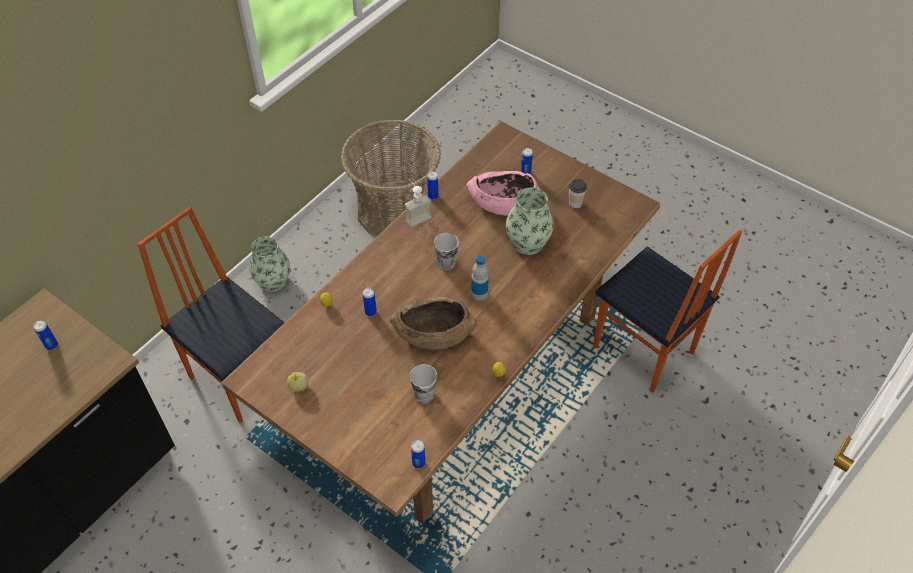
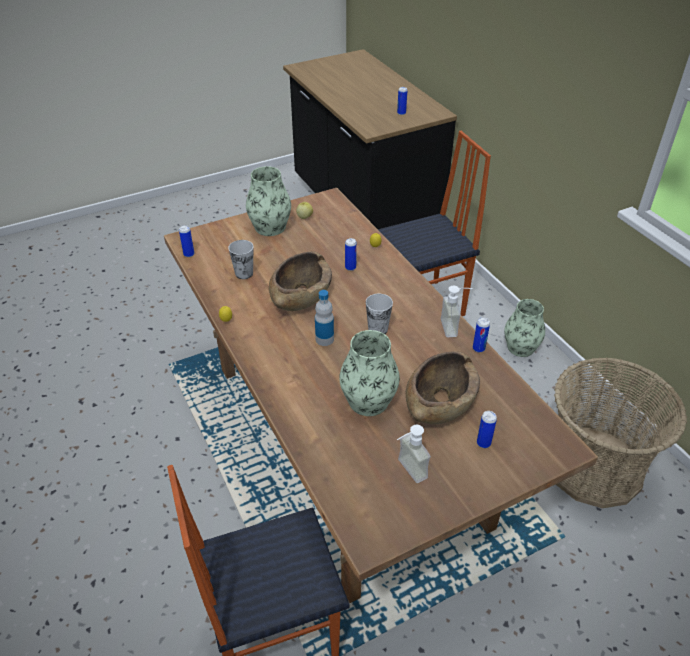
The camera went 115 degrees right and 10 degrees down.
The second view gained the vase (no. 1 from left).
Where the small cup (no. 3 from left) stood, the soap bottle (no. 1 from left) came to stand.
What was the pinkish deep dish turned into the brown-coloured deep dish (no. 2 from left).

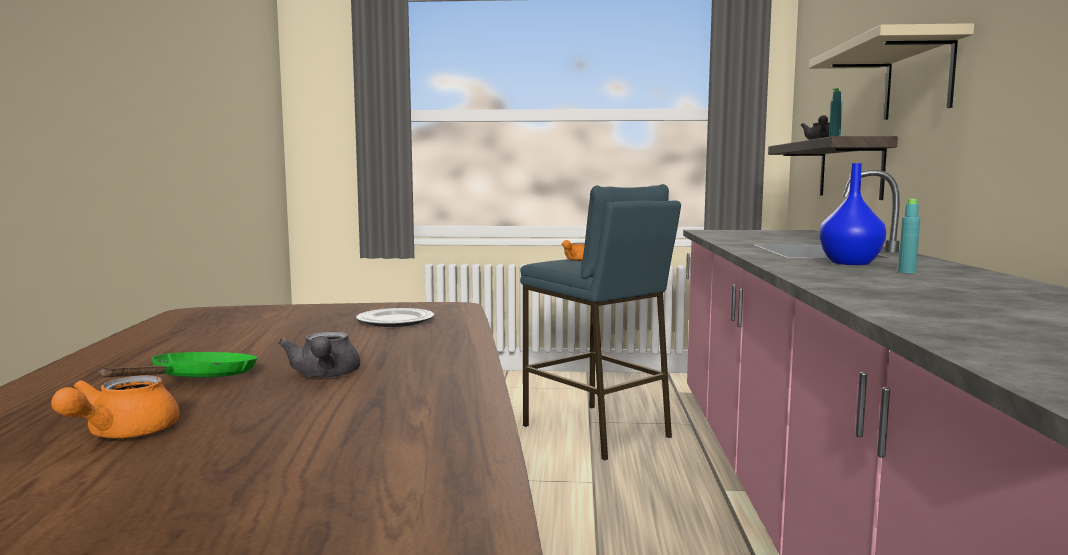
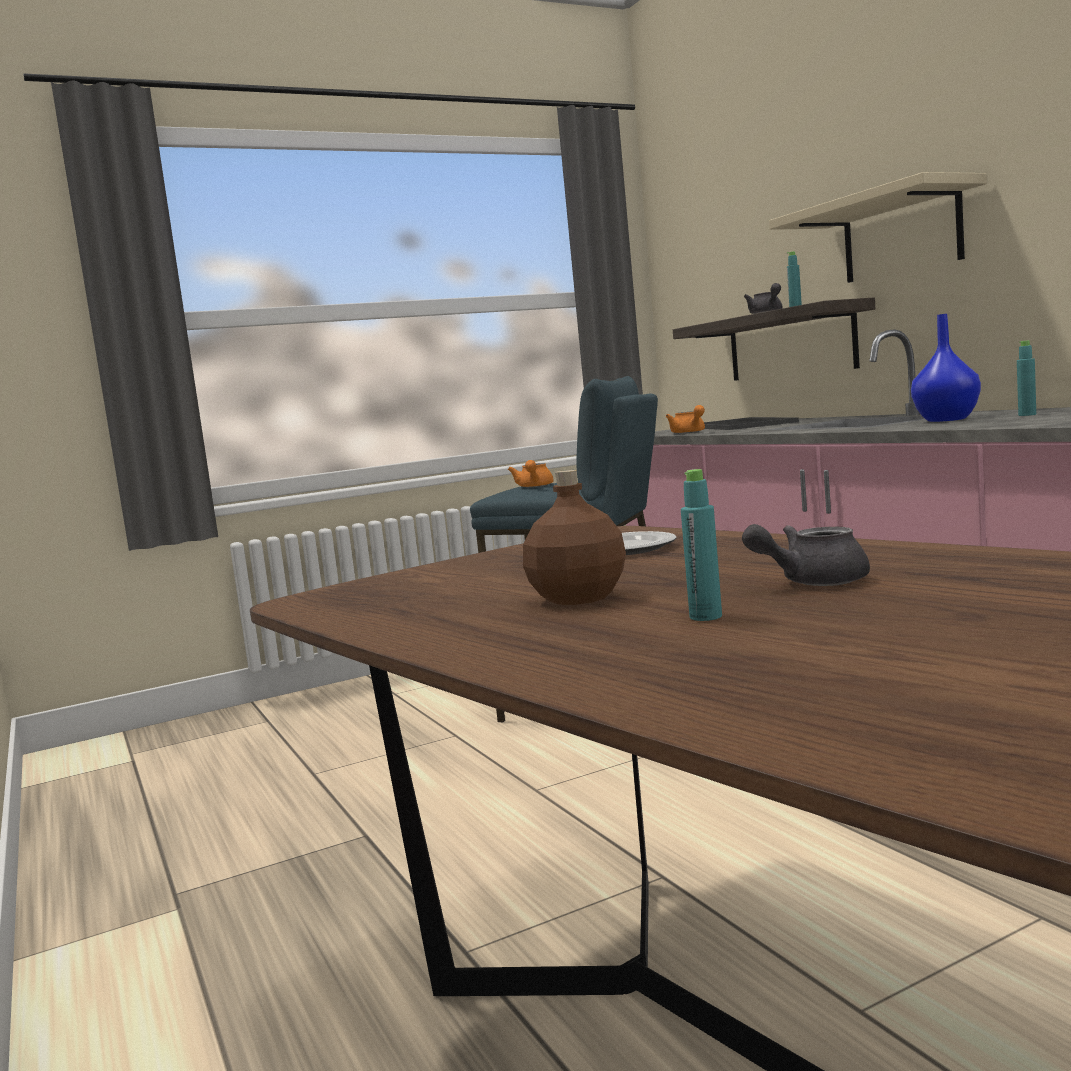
The camera went 30 degrees left and 0 degrees up.
The second view gained the brown-coloured beverage bottle.
The second view gained the carrying tray.
The orange tea pot (no. 1 from left in the first image) ended up elsewhere.
Where the green-coloured frying pan stood, the turquoise beverage bottle (no. 1 from left) came to stand.
The grey tea pot (no. 1 from left in the first image) ended up facing another way, 120 degrees clockwise from before.

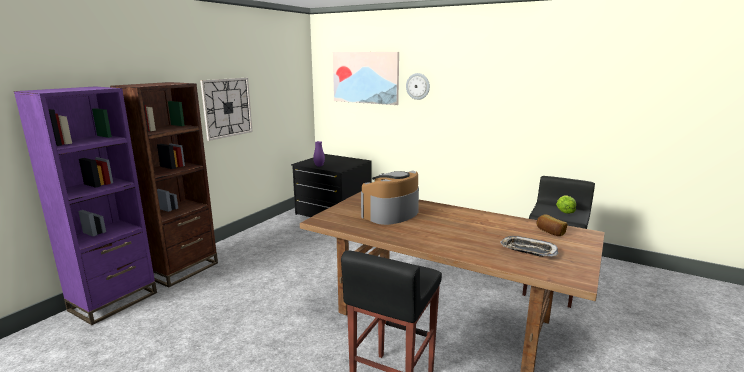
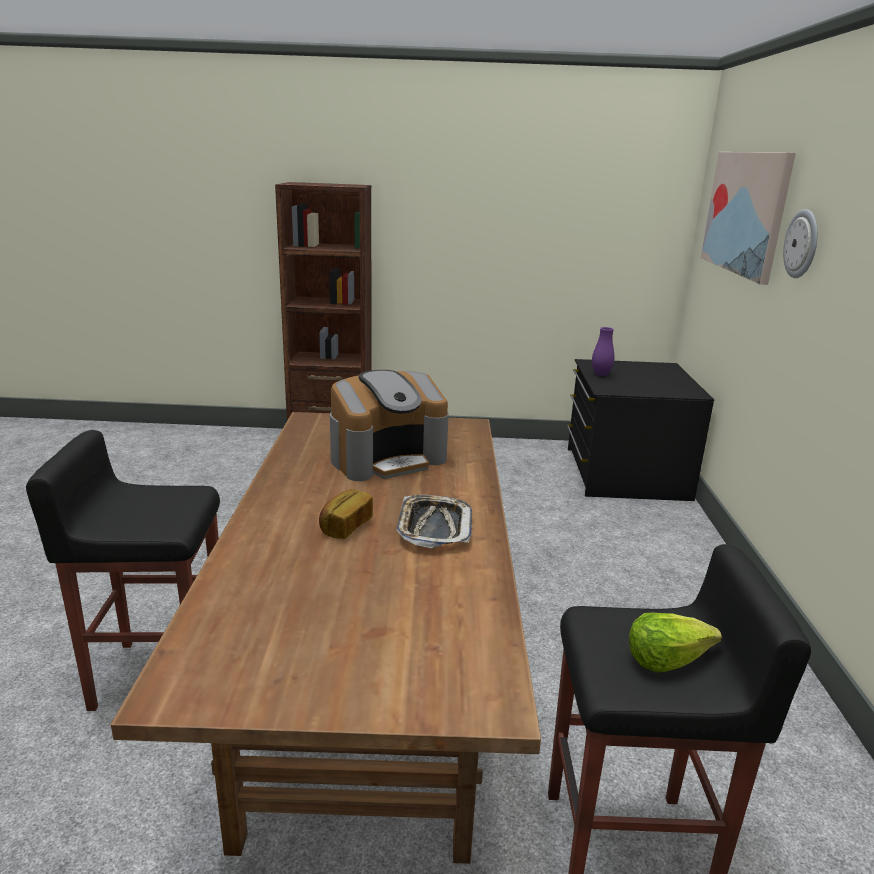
The camera went 60 degrees right and 5 degrees up.
The second view lost the purple-coloured bookshelf.
The second view lost the wall clock (no. 1 from left).
The carrying tray ended up elsewhere.
The bakery bread ended up elsewhere.
The coffee brewer ended up facing another way, 135 degrees clockwise from before.

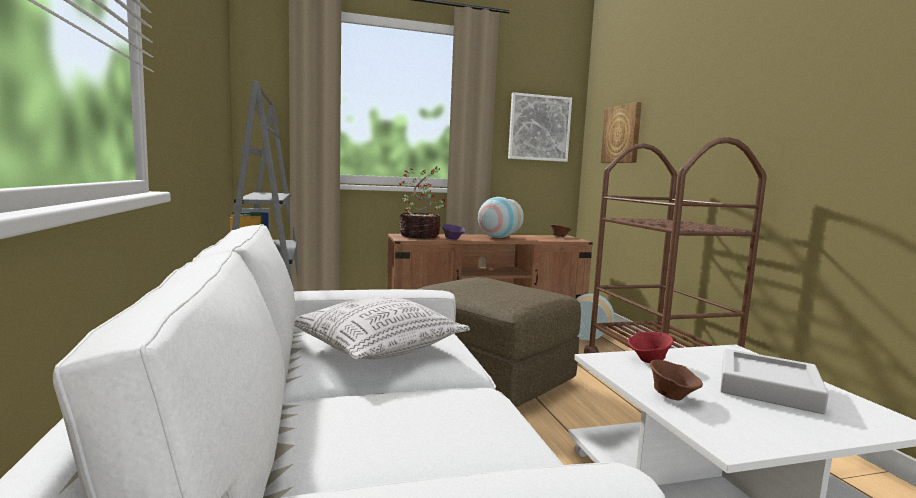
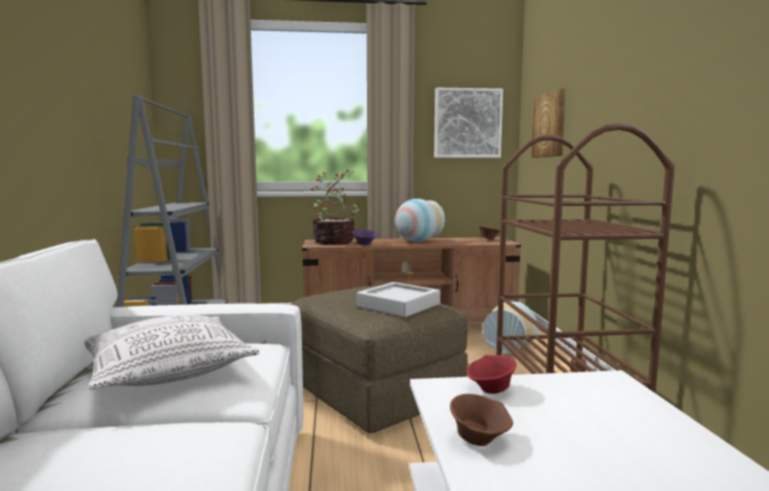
The camera went 10 degrees right and 0 degrees up.
The grey carrying tray ended up elsewhere.

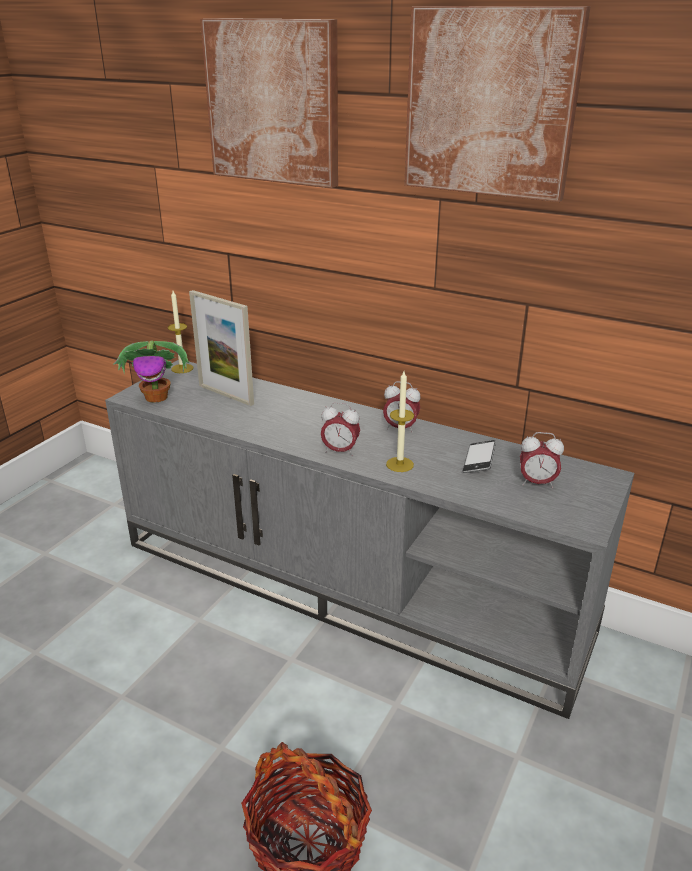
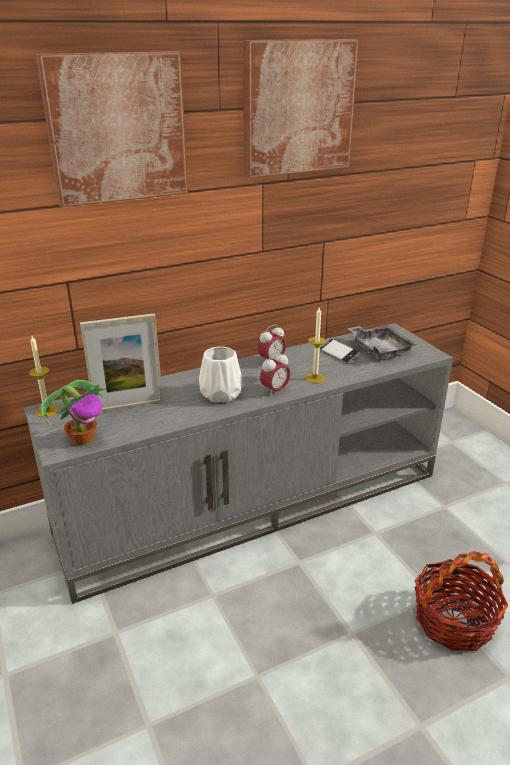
The camera went 55 degrees left and 0 degrees up.
The second view gained the whitish vase.
Where the table clock (no. 3 from left) stood, the grey carrying tray came to stand.

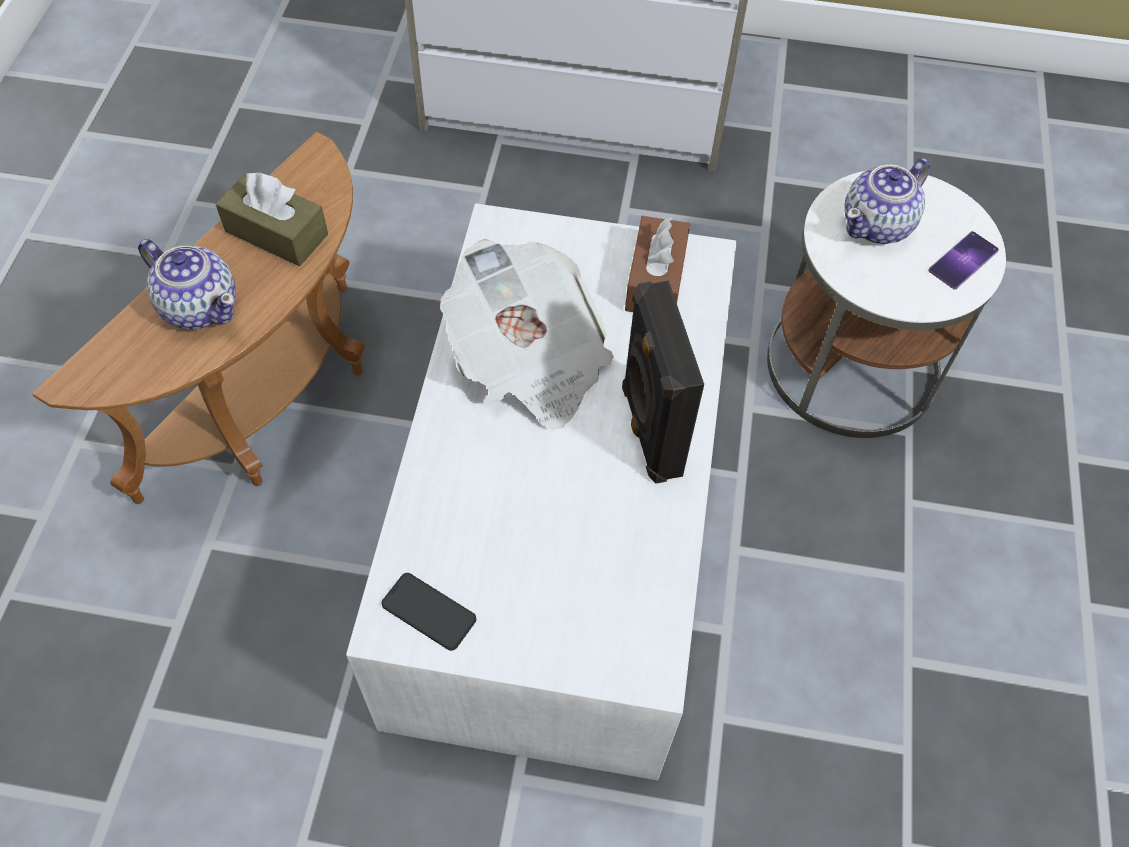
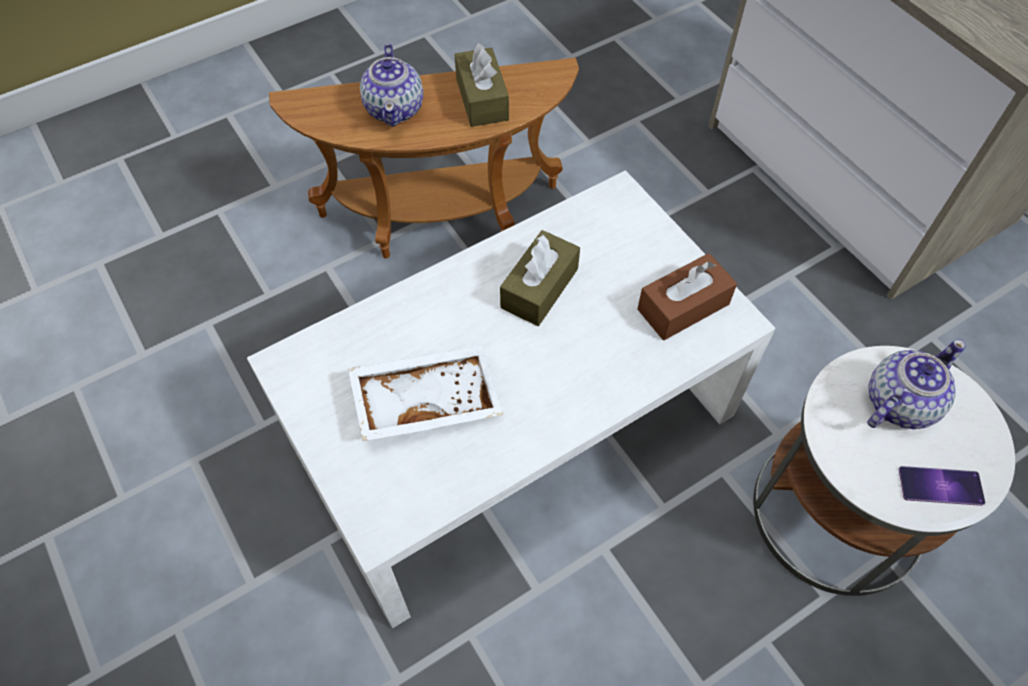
The camera went 50 degrees right and 0 degrees up.
The second view lost the telephone (no. 1 from left).
The second view lost the black loudspeaker.
The second view gained the whitish carrying tray.
Where the daily paper stood, the brown-coloured tissue holder (no. 2 from left) came to stand.
The tea pot (no. 2 from left) ended up facing another way, 135 degrees clockwise from before.

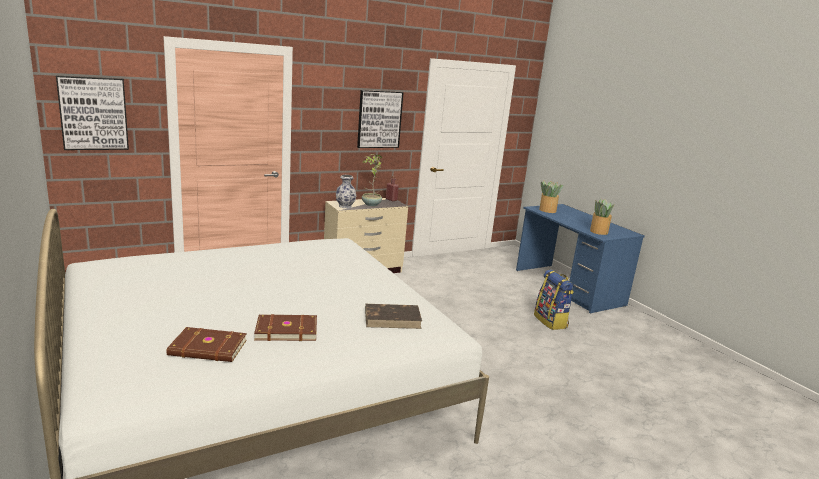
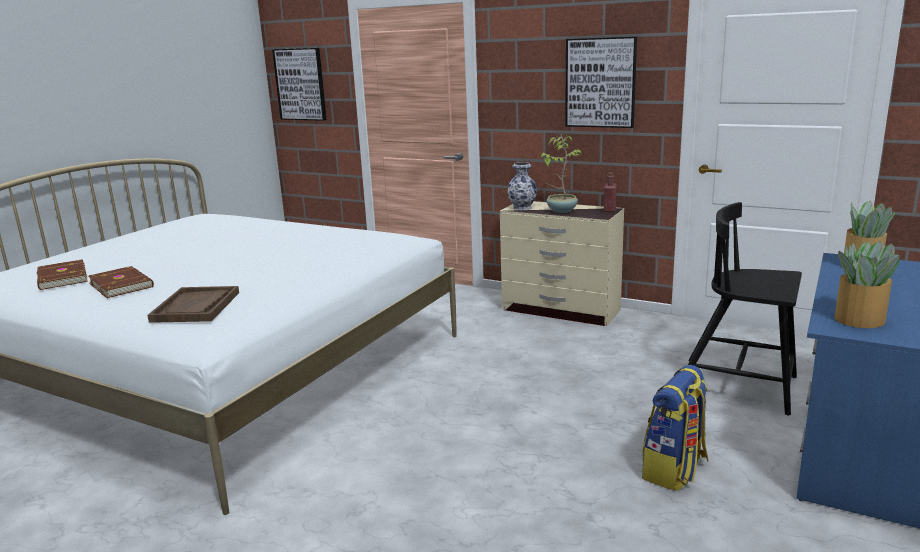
The camera went 60 degrees right and 0 degrees up.
The second view gained the black plain chair.
Where the brown-coloured book (no. 3 from left) stood, the brown-coloured carrying tray came to stand.

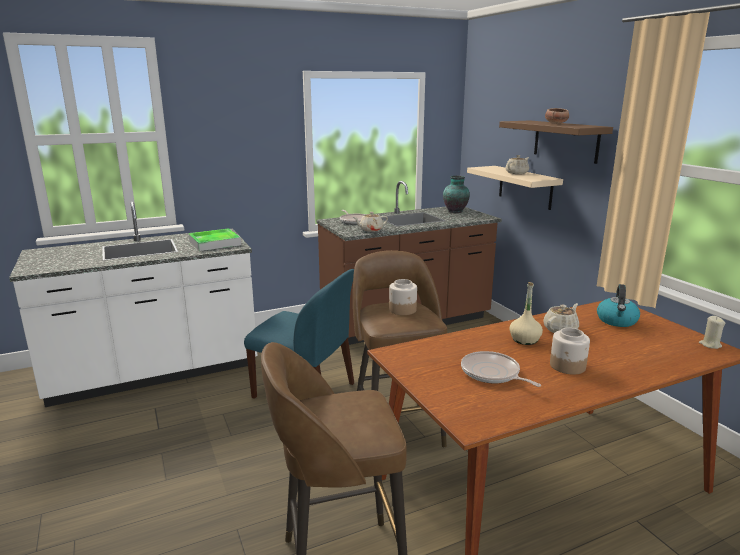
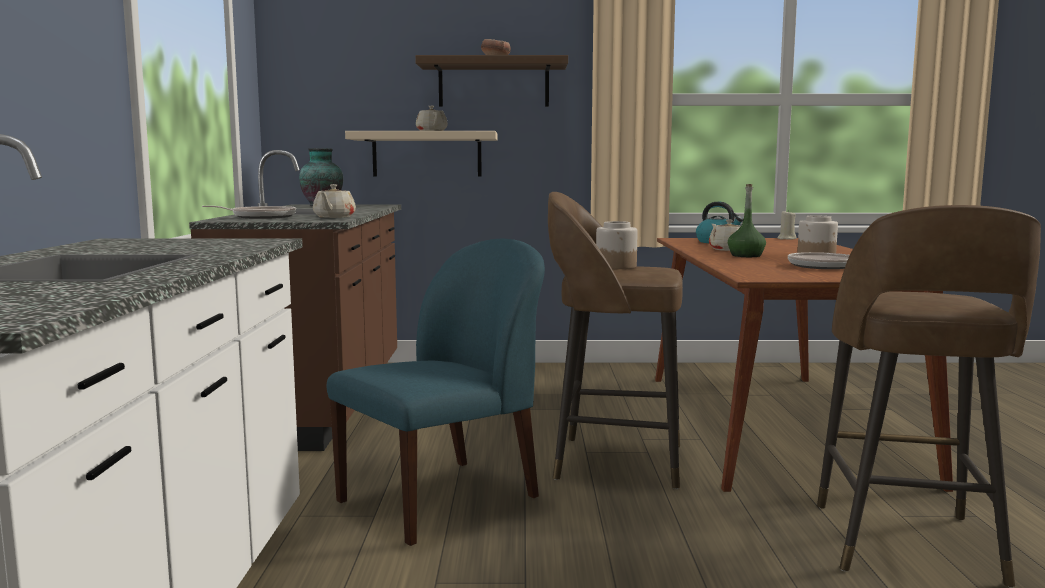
The camera went 65 degrees left and 10 degrees down.
The second view lost the carrying tray.
What was the sand-coloured beverage bottle turned into the green-coloured beverage bottle.

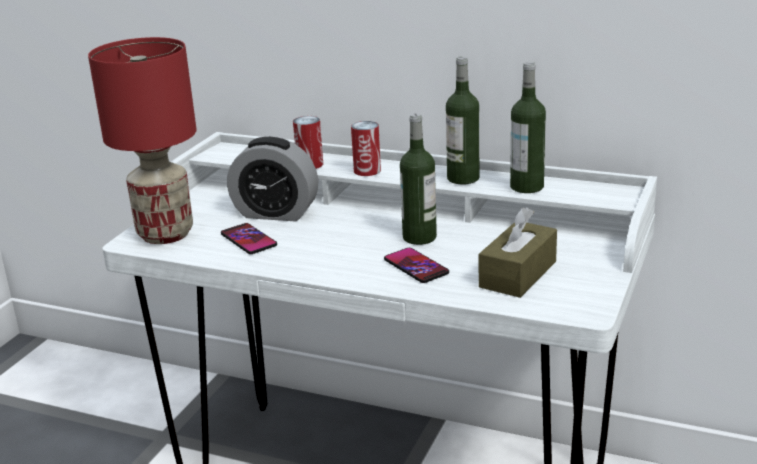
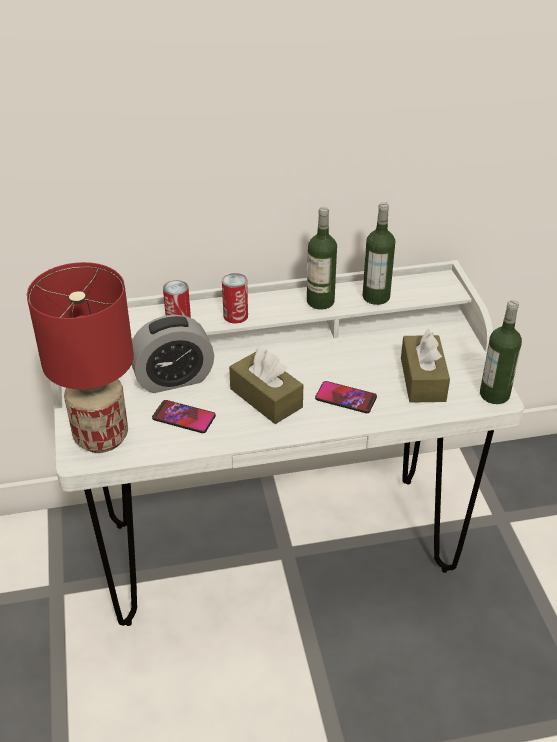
The camera went 35 degrees left and 15 degrees up.
The second view gained the brown-coloured tissue holder (no. 1 from left).
The beverage bottle (no. 1 from left in the first image) ended up elsewhere.

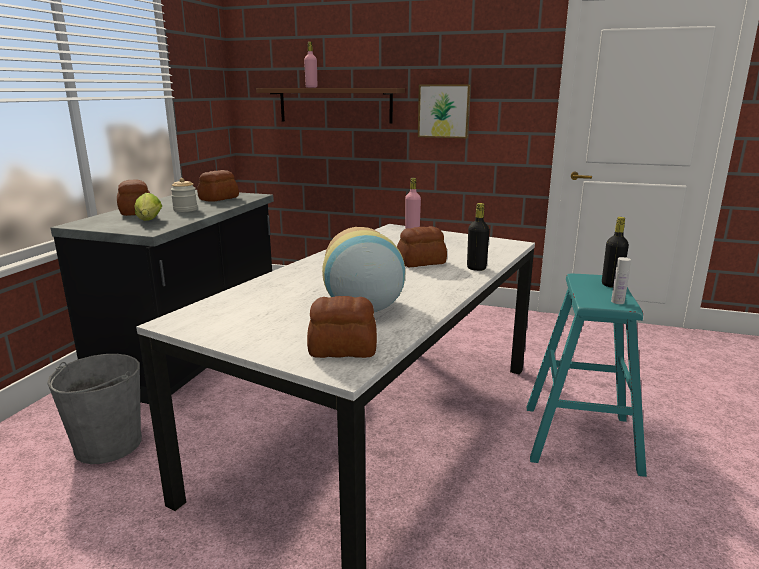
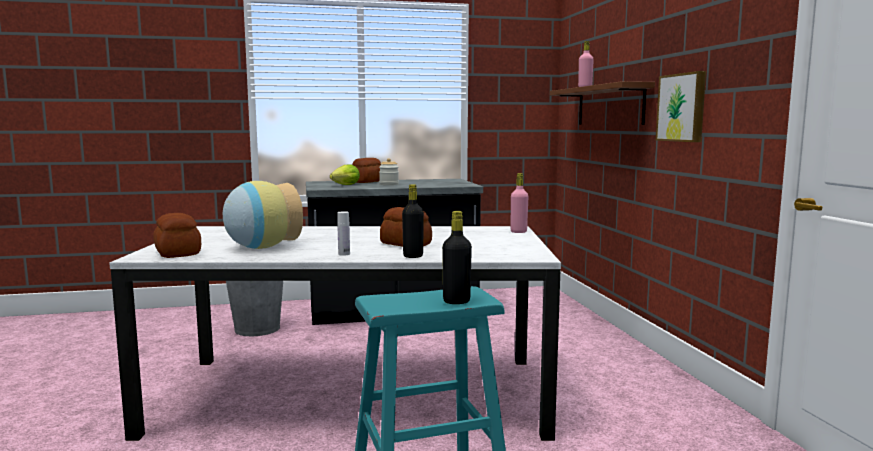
The camera went 60 degrees right and 10 degrees down.
The second view lost the bakery bread (no. 2 from left).
The whitish beverage bottle ended up elsewhere.

